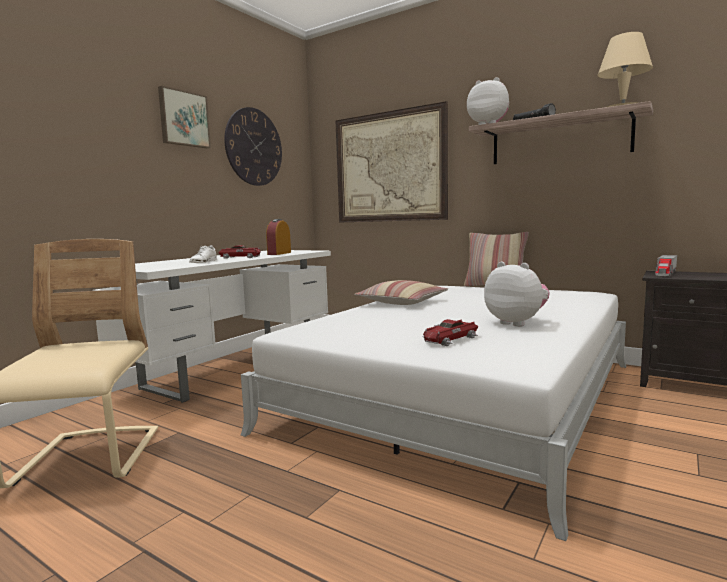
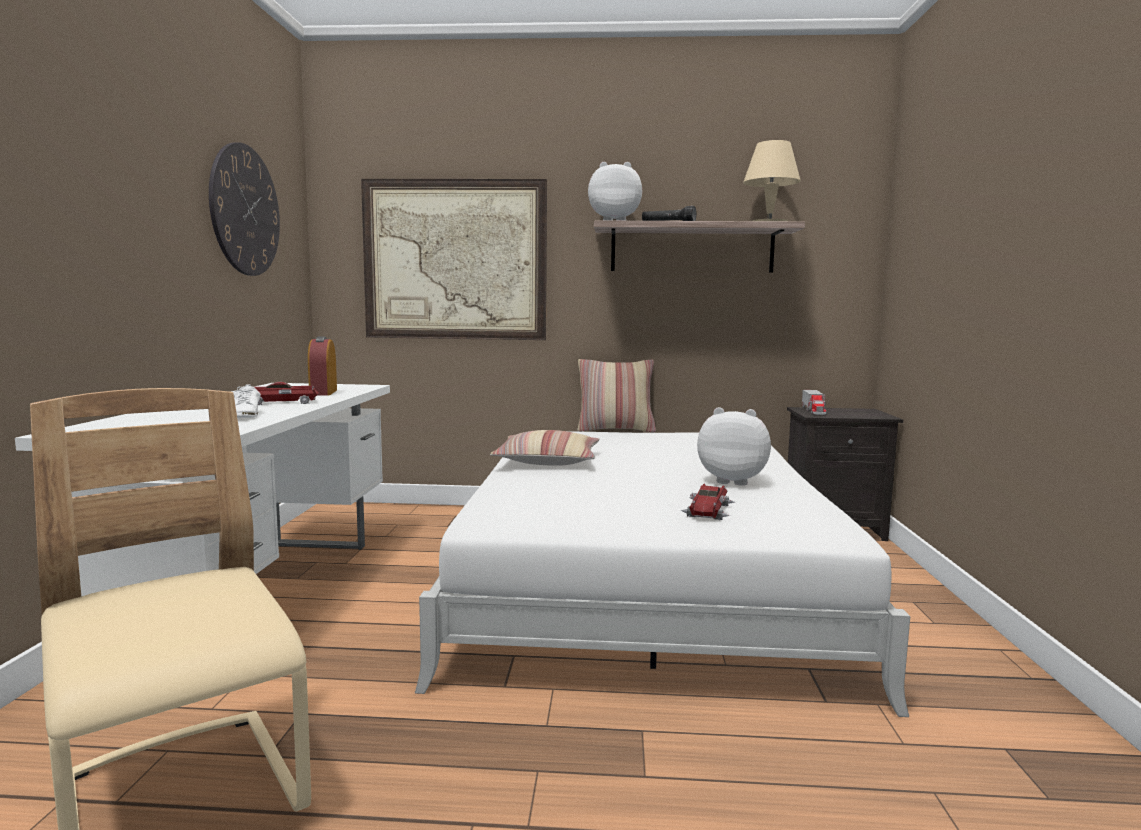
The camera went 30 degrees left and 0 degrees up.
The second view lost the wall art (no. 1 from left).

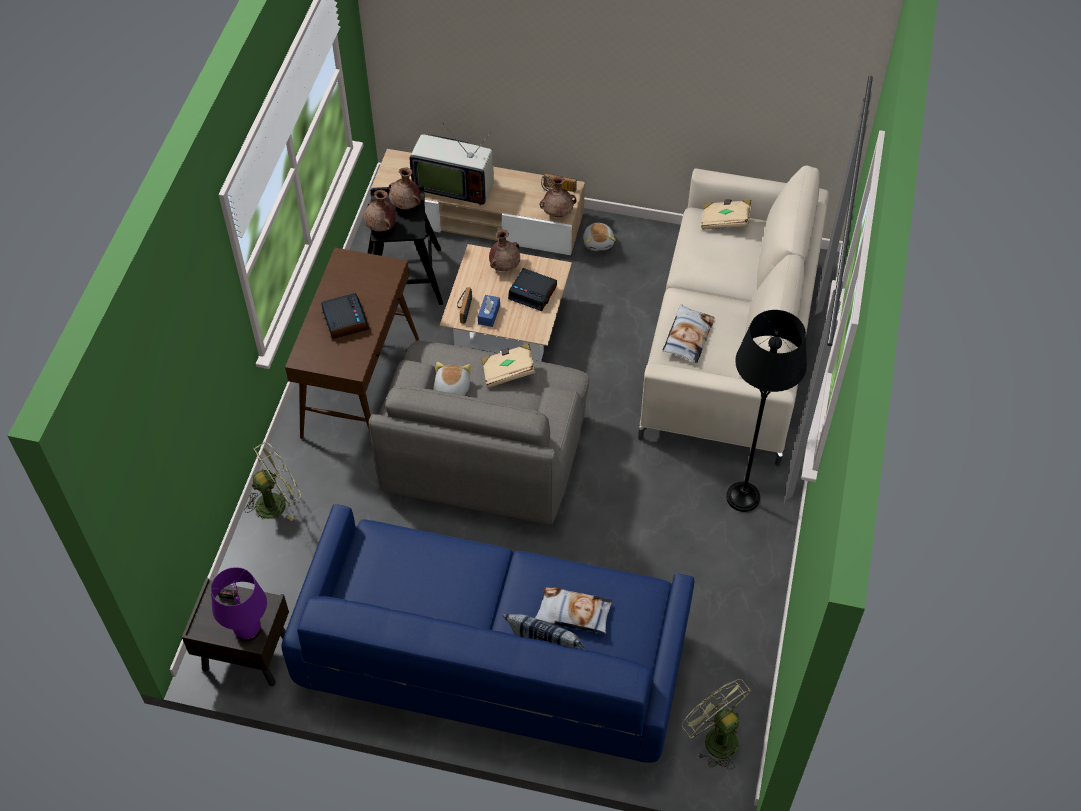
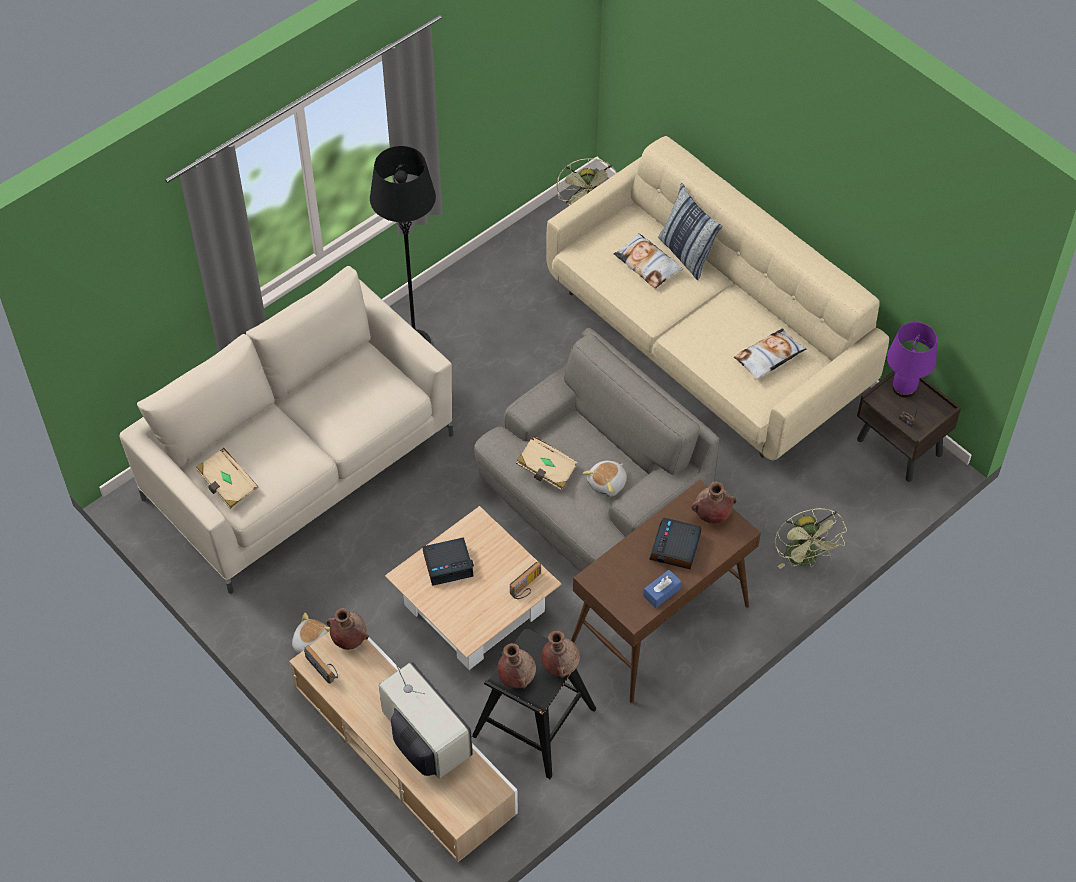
The camera went 145 degrees left and 0 degrees up.
The blue-coloured tissue holder ended up elsewhere.
The brown-coloured vase (no. 3 from left in the first image) ended up elsewhere.
The pillow (no. 3 from left) ended up elsewhere.
What was the blue-coloured settee turned into the sand-coloured settee (no. 2 from left).
The green-coloured fan (no. 1 from left in the first image) ended up facing another way, 105 degrees counterclockwise from before.
The table clock (no. 2 from left in the first image) ended up facing another way, 105 degrees clockwise from before.

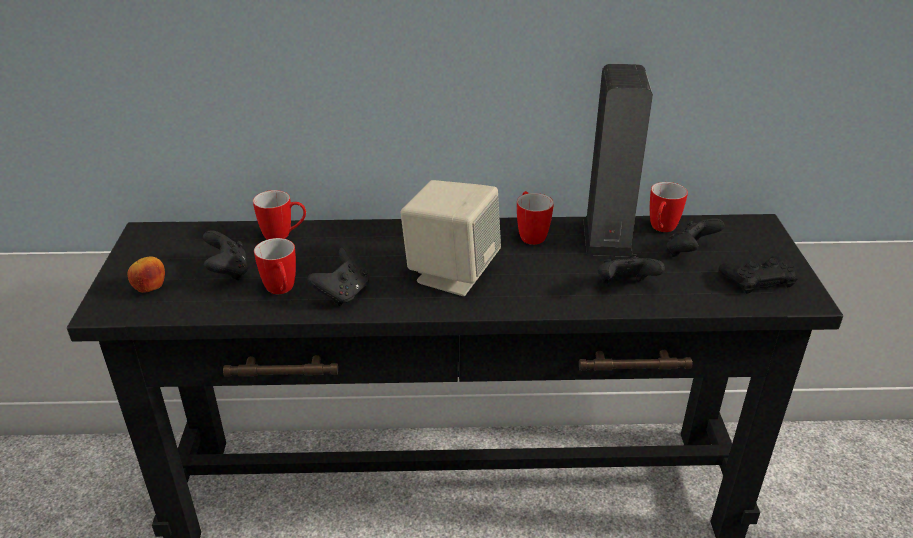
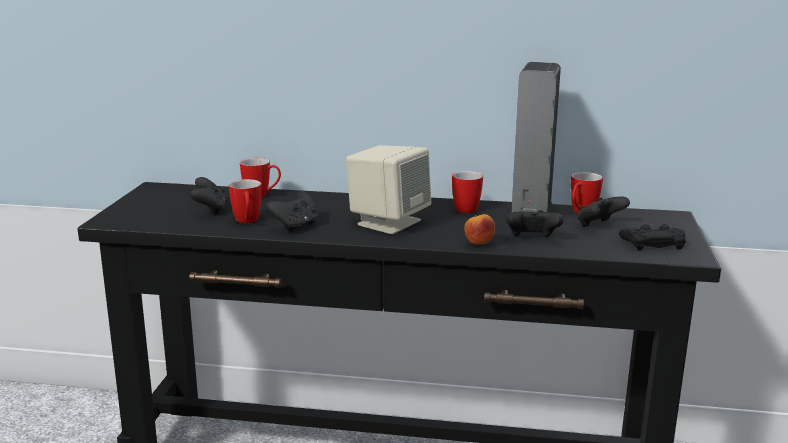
The camera went 10 degrees right and 15 degrees down.
The apple ended up elsewhere.

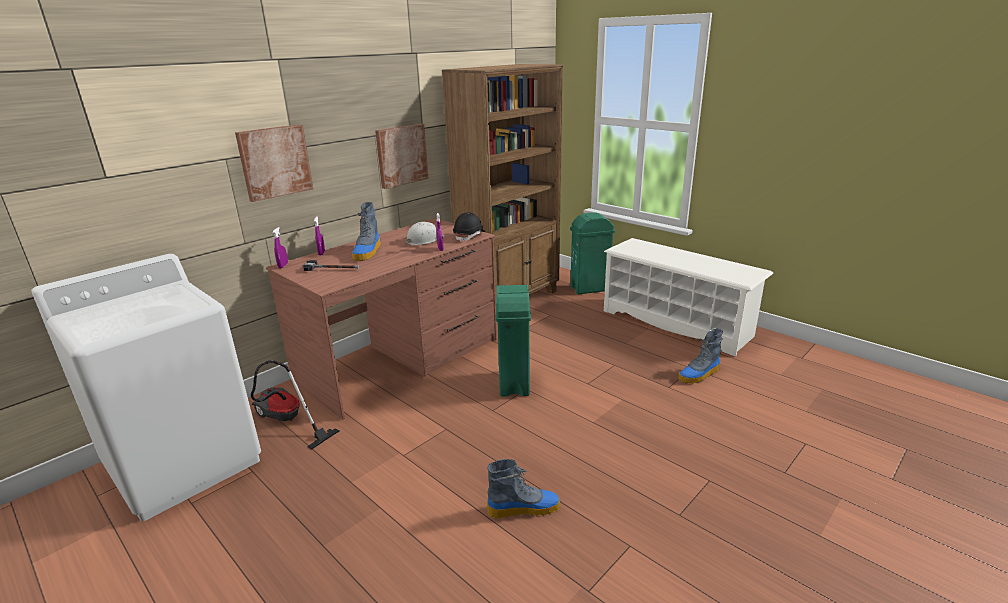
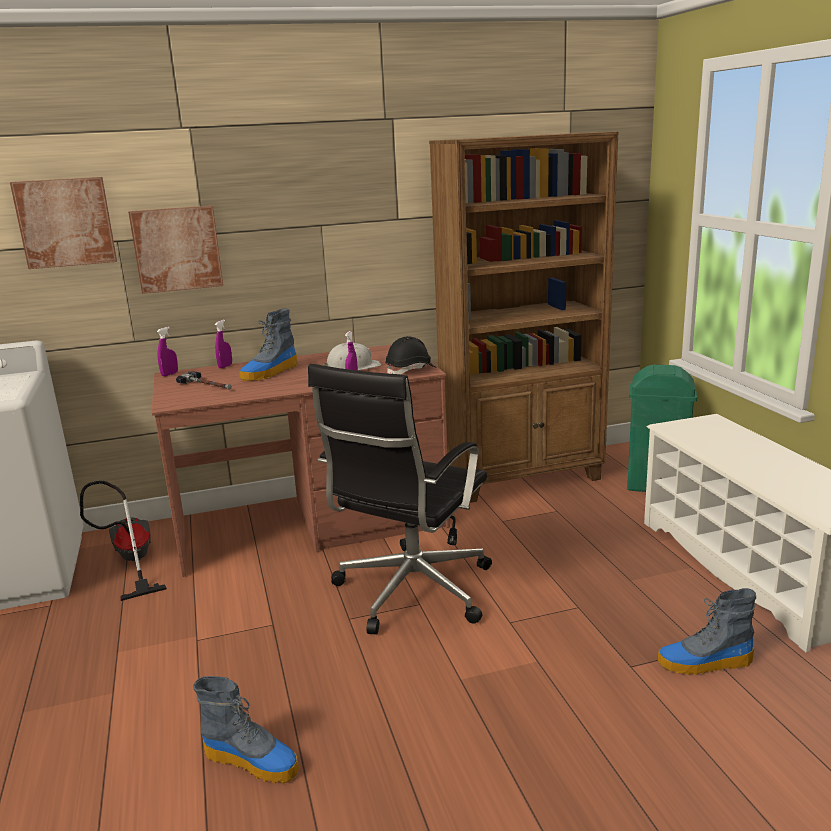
The camera went 30 degrees right and 5 degrees down.
The wall art (no. 2 from left in the first image) ended up elsewhere.
Where the green-coloured waste bin (no. 1 from left) stood, the black desk chair came to stand.

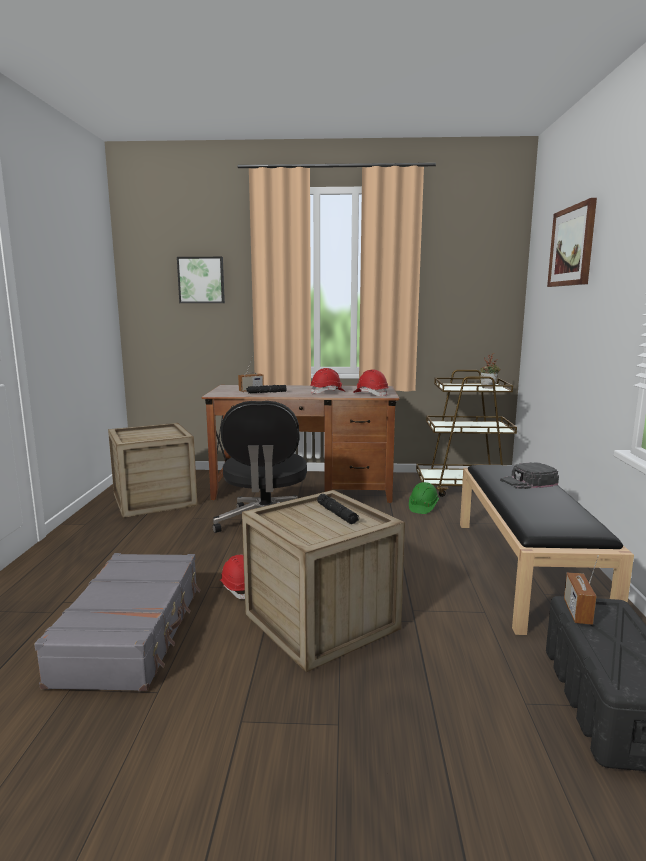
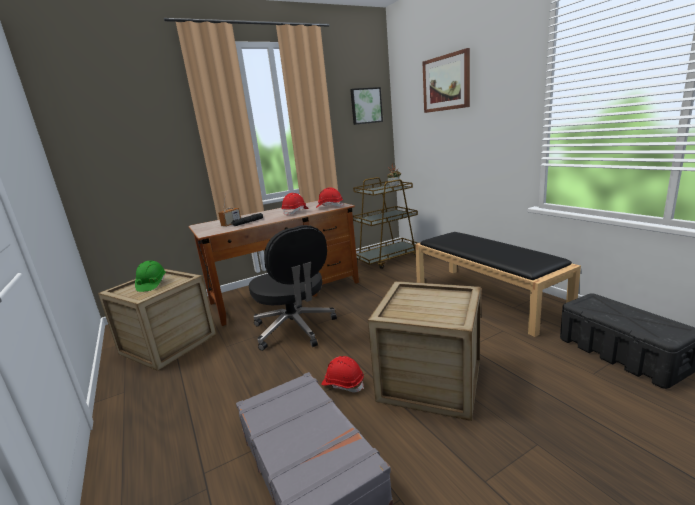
The camera went 30 degrees left and 5 degrees up.
The second view lost the black hand torch (no. 2 from left).
The second view lost the black baseball cap.
The second view lost the radio receiver (no. 2 from left).
The wall art (no. 1 from left) ended up elsewhere.
The green-coloured hard hat ended up elsewhere.

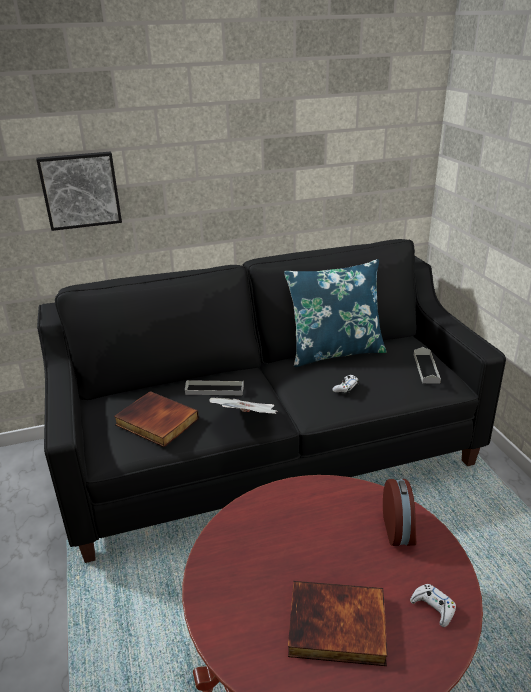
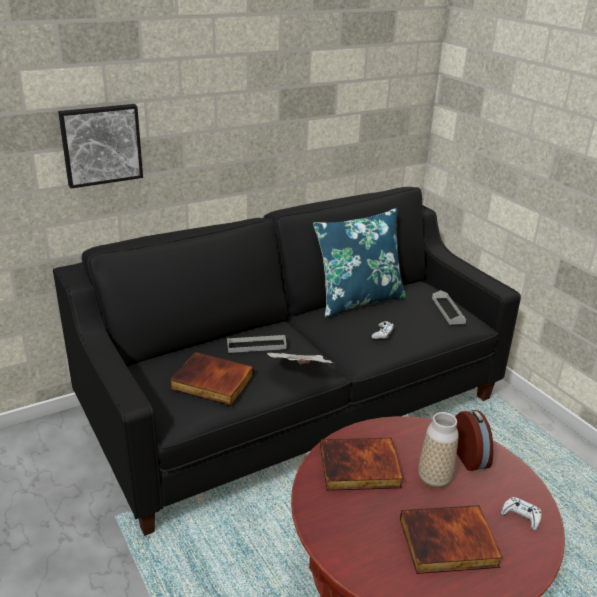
The camera went 15 degrees left and 0 degrees up.
The second view gained the book (no. 2 from left).
The second view gained the vase.

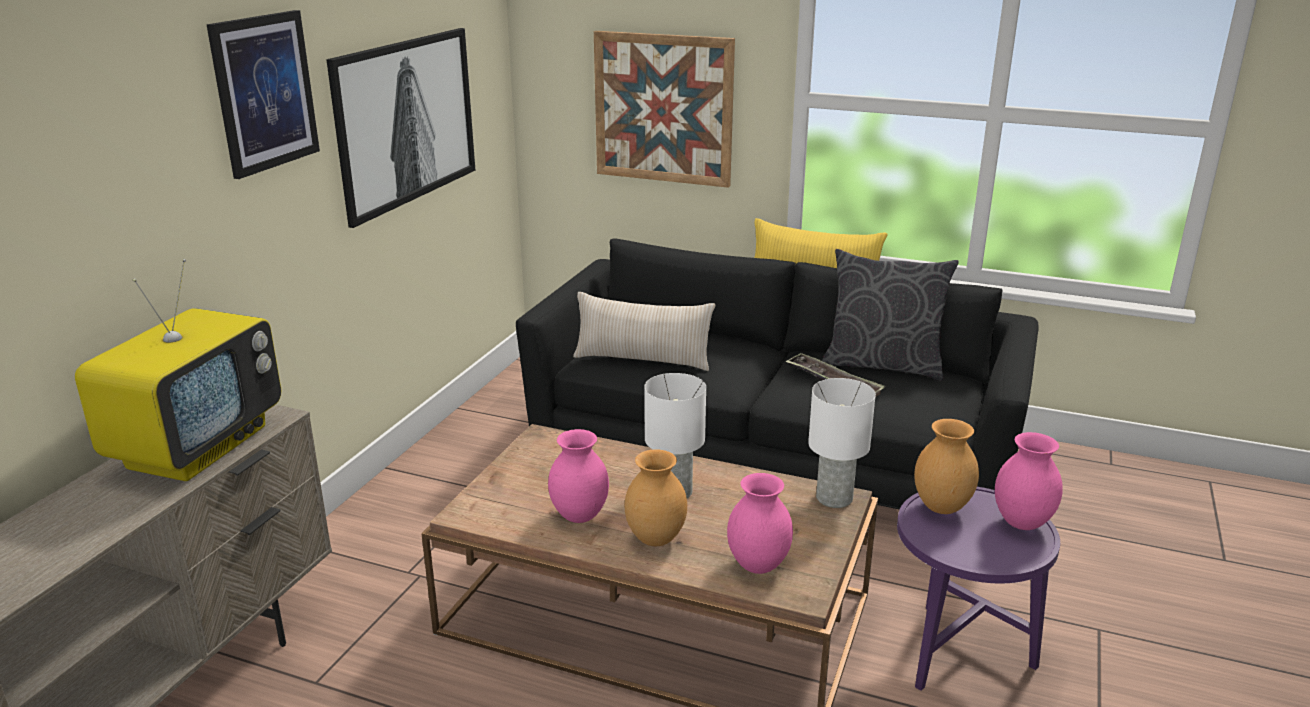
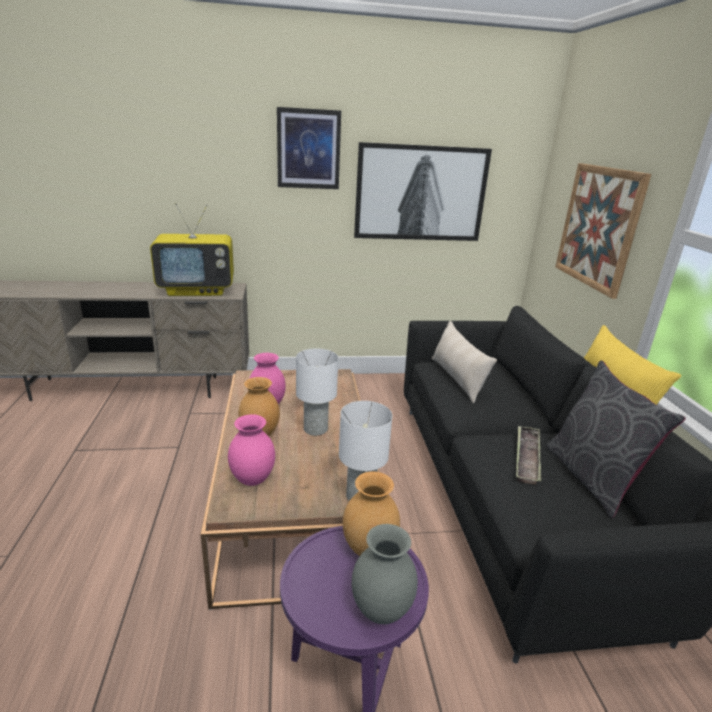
The camera went 60 degrees right and 0 degrees up.
What was the pinkish vase (no. 3 from left) turned into the grey vase.

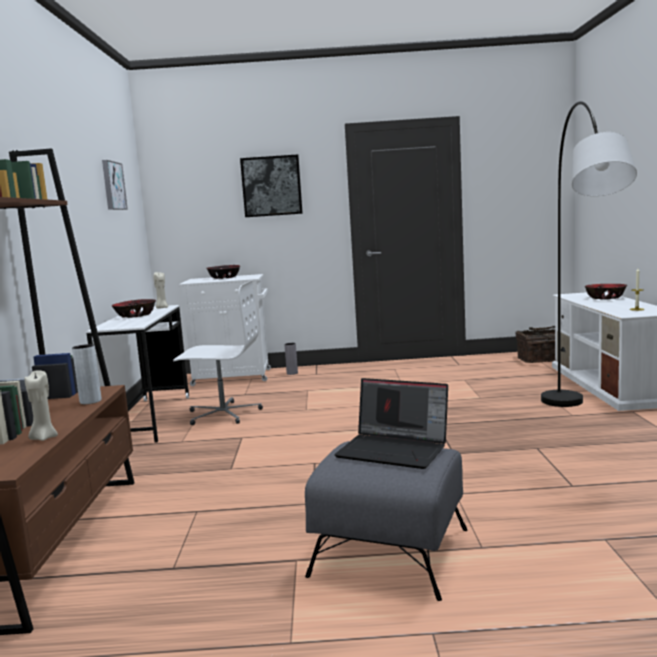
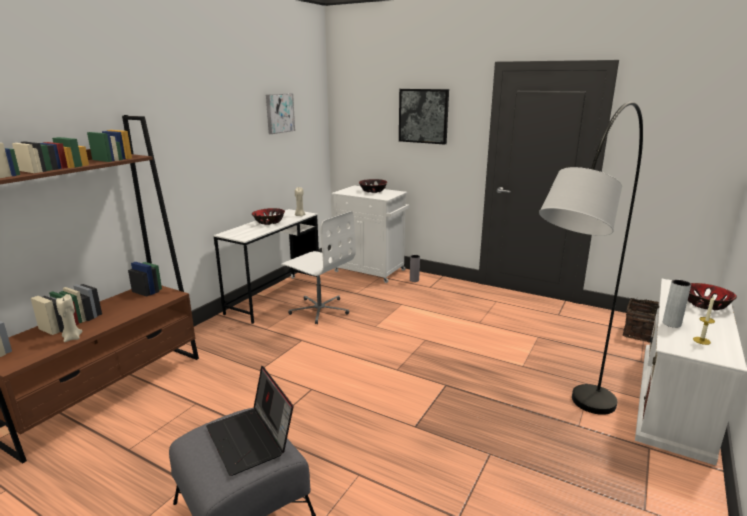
The camera went 30 degrees right and 10 degrees up.
The grey vase (no. 1 from left in the first image) ended up elsewhere.

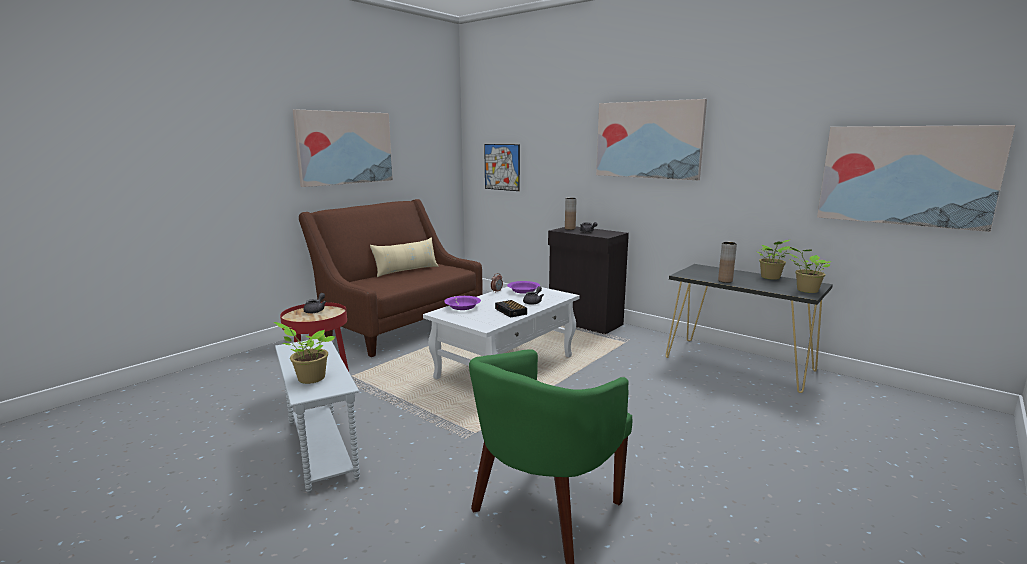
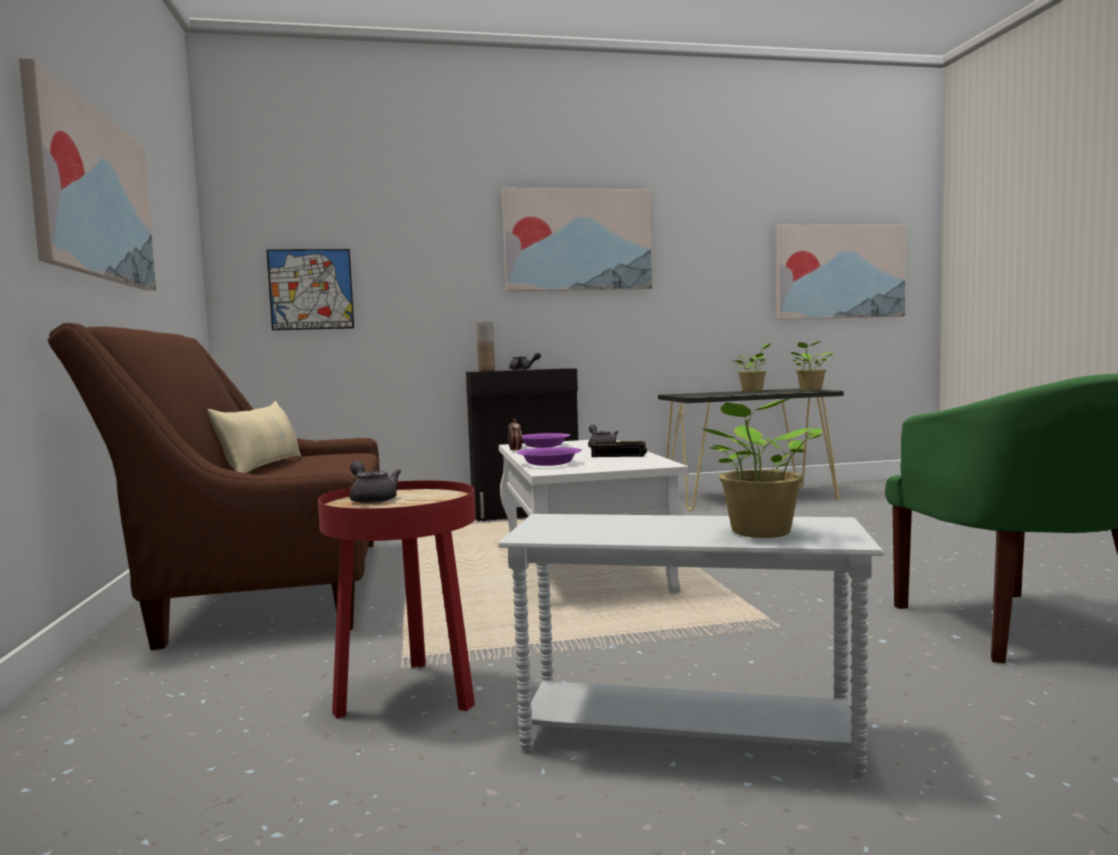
The camera went 50 degrees left and 10 degrees down.
The second view lost the brown-coloured vase (no. 2 from left).

